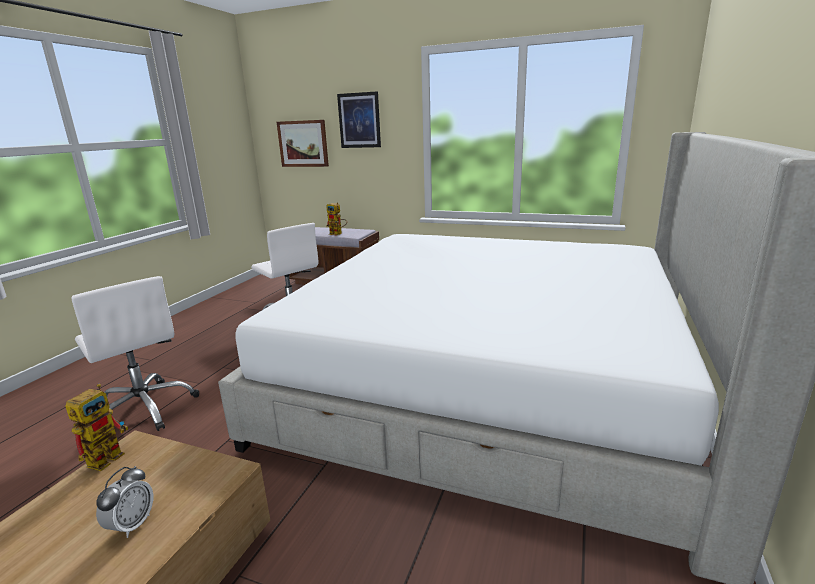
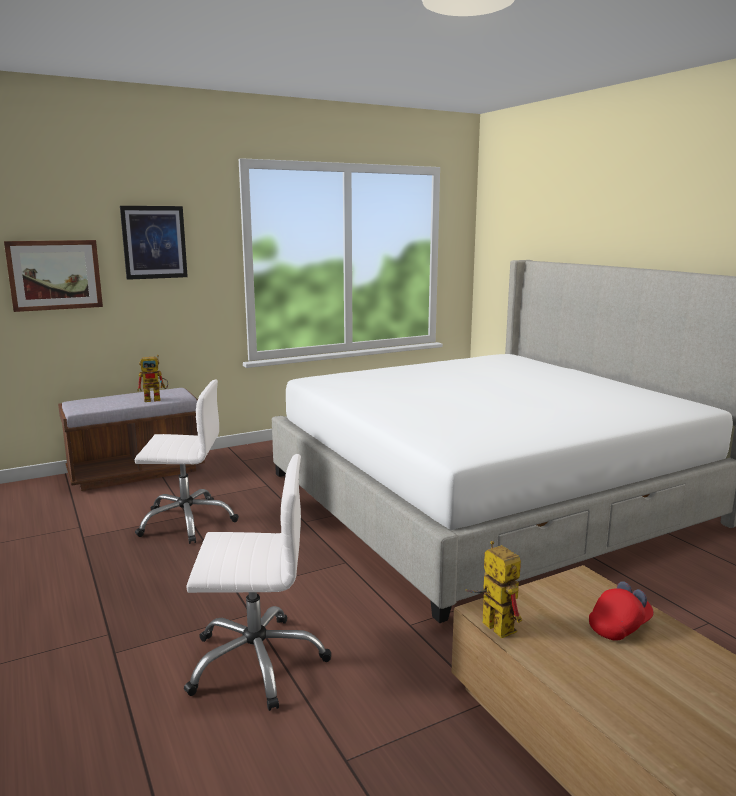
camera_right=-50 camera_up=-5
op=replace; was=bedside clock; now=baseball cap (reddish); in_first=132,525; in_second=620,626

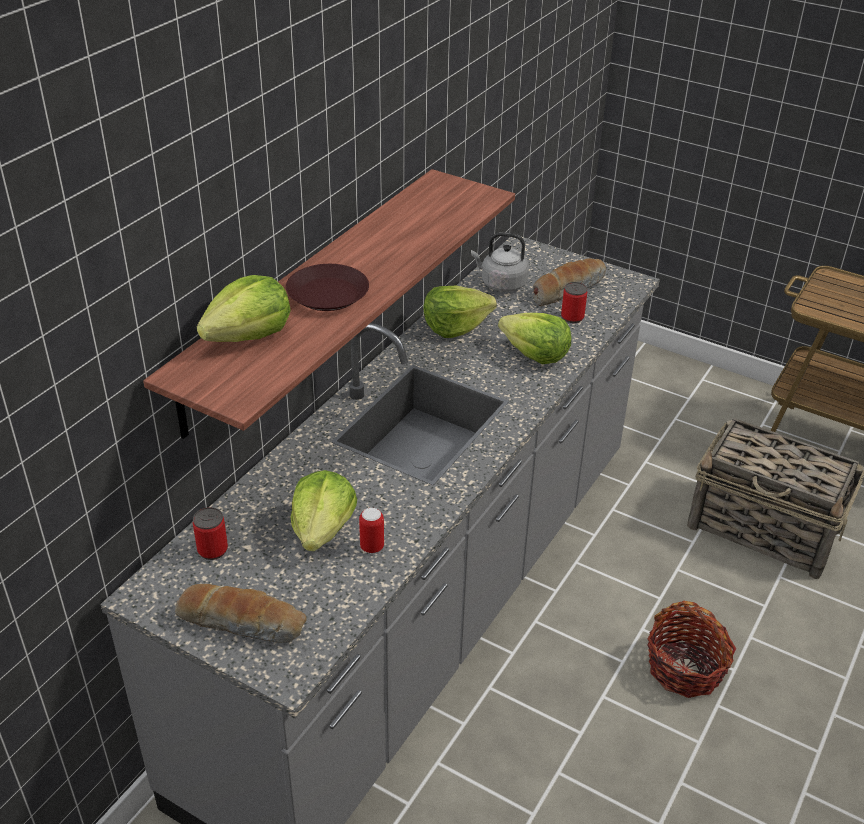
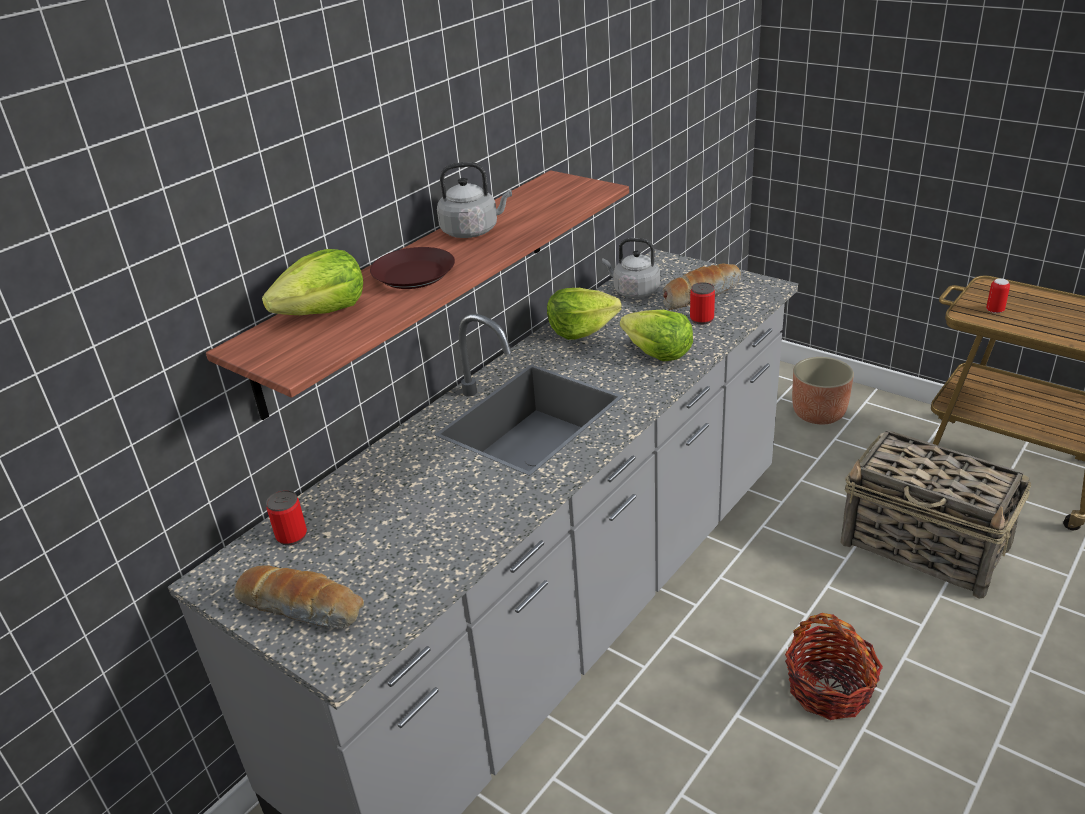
camera_right=10 camera_up=-5
op=delete; was=lettuce head; in_first=323,529
op=move; was=sealed can; in_first=372,547; in_second=995,310
op=insert; now=tea kettle (greyish); in_second=473,231
op=insert; now=plant pot; in_second=819,414

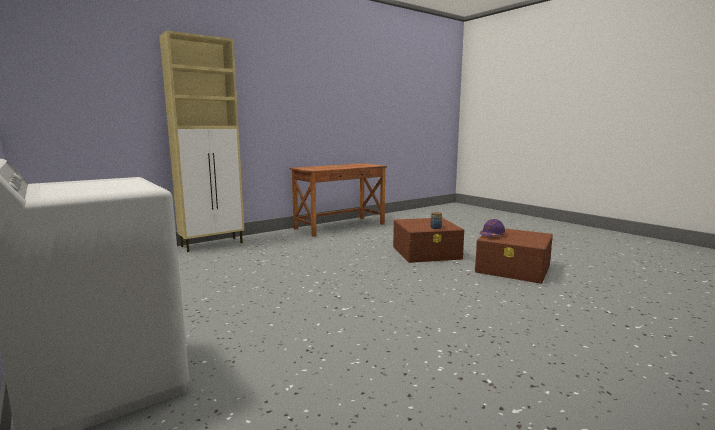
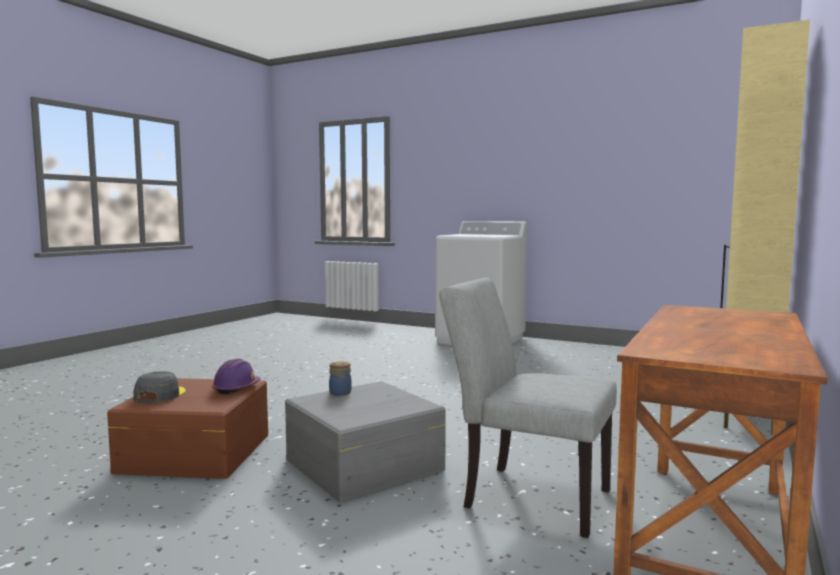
camera_right=155 camera_up=-5
op=recolor; was=storage container (brownish); now=storage container (greyish); in_first=427,252; in_second=362,464
op=insert; now=chair (greyish); in_second=526,496
op=insert; now=baseball cap (greyish); in_second=159,395

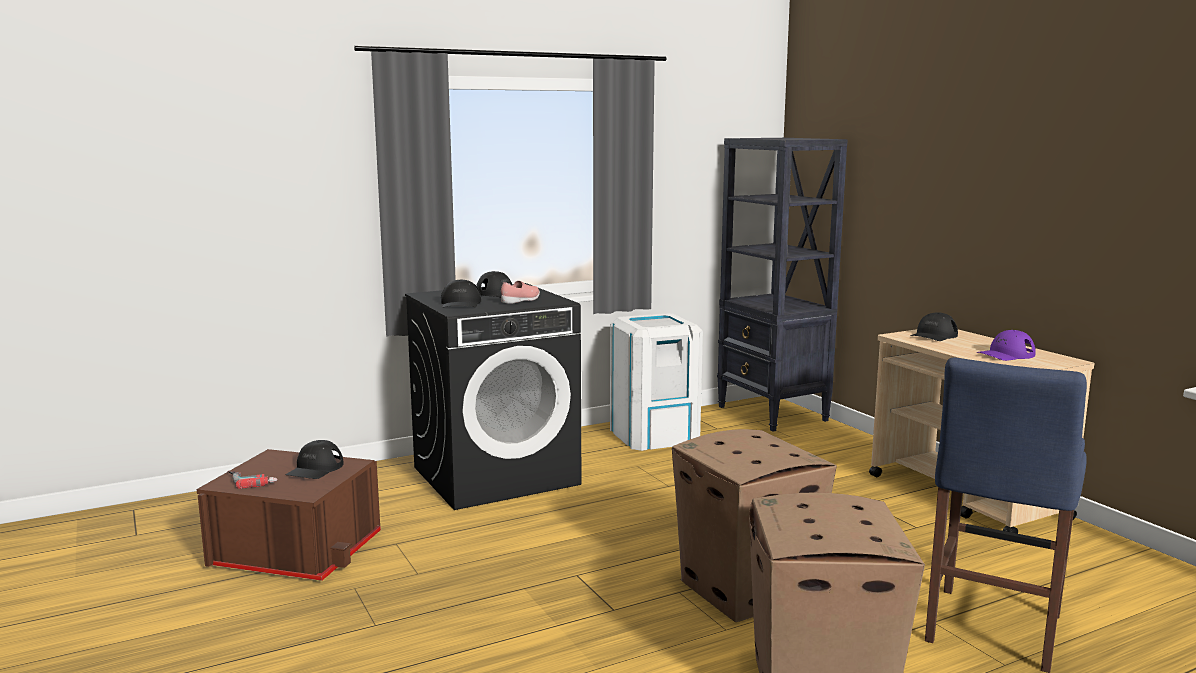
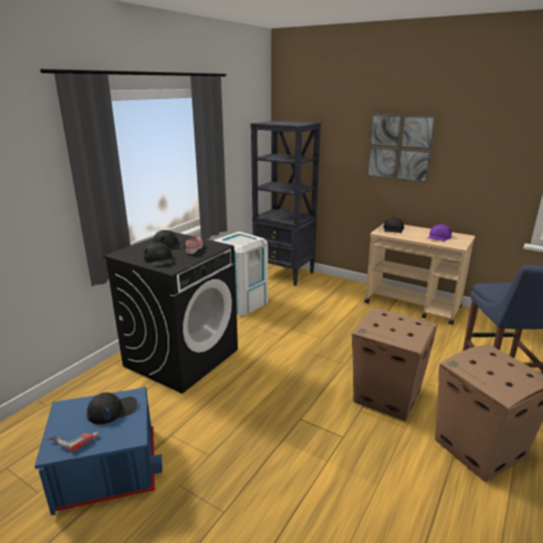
camera_right=-30 camera_up=10
op=rotate; was=baseball cap (black); in_first=315,469; in_second=112,410; clockwise=-105
op=recolor; was=storage container (brownish); now=storage container (blue-coloured); in_first=297,551; in_second=107,468
op=insert; now=wall art; in_second=400,147

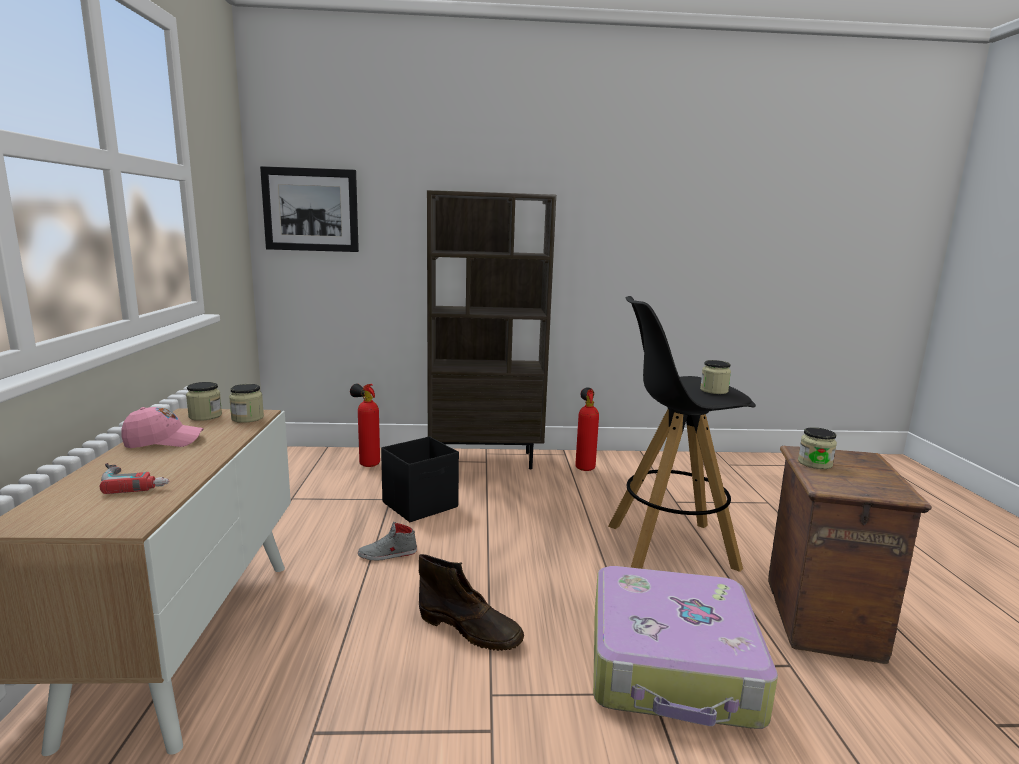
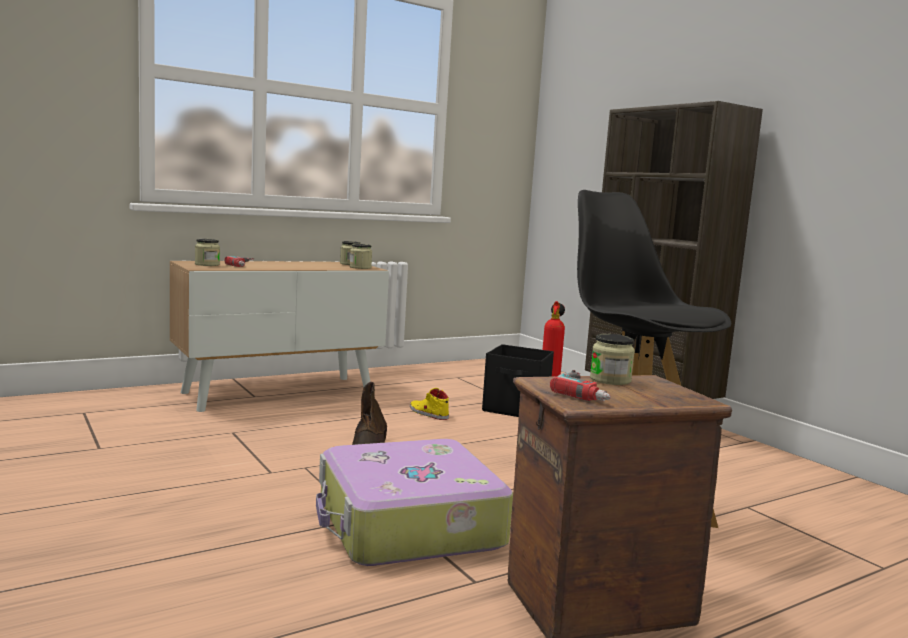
camera_right=60 camera_up=-5
op=delete; was=wall art; in_first=310,210
op=move; was=jar; in_first=714,390; in_second=207,264
op=delete; was=extinguisher; in_first=584,467
op=delete; was=baseball cap (pinkish); in_first=164,441
op=recolor; was=item of footwear (greyish); now=item of footwear (yellow-coloured); in_first=388,554; in_second=428,413
op=insert; now=power drill; in_second=588,391

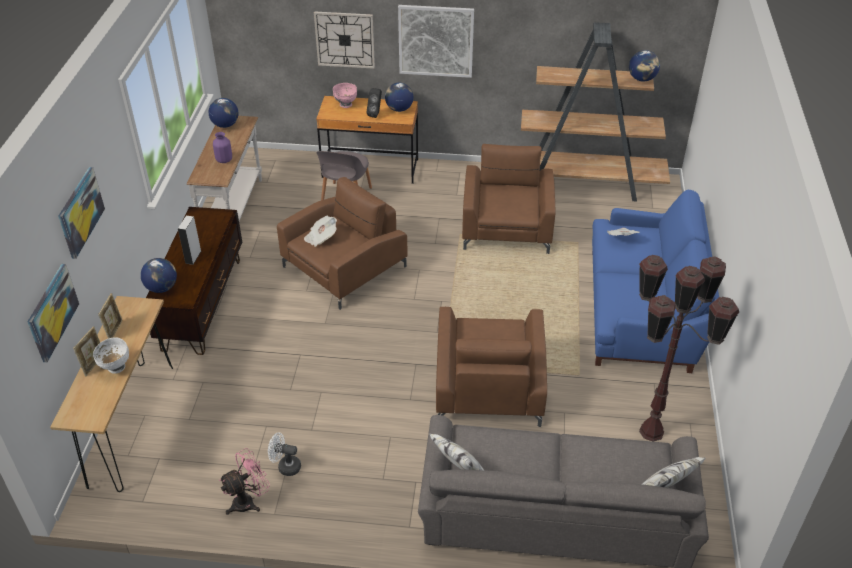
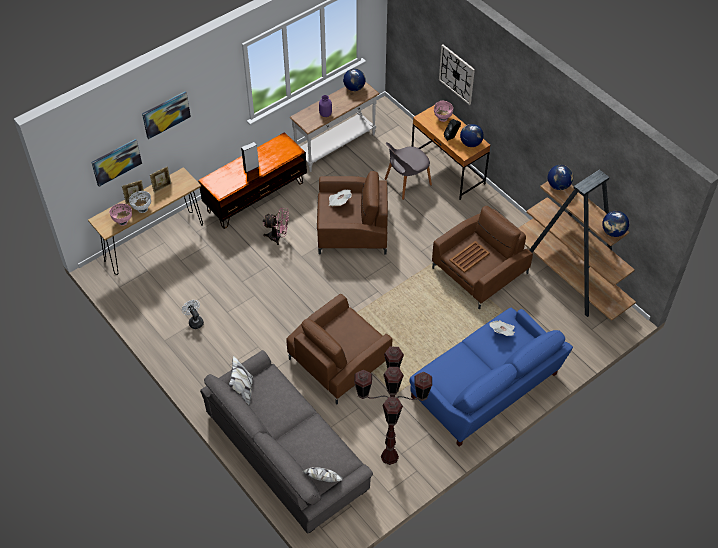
camera_right=45 camera_up=10
op=delete; was=wall art; in_first=436,41
op=move; was=globe; in_first=162,288; in_second=558,185
op=move; was=fan (pinkish); in_first=248,501; in_second=278,237
op=insert; now=deep dish (pinkish); in_second=123,221
op=insert; now=serving tray (brownish); in_second=469,257

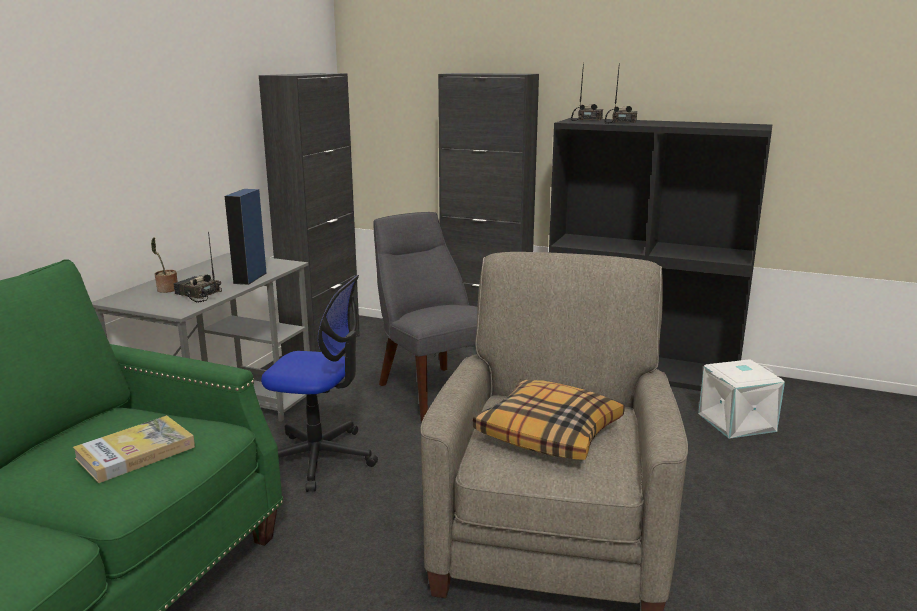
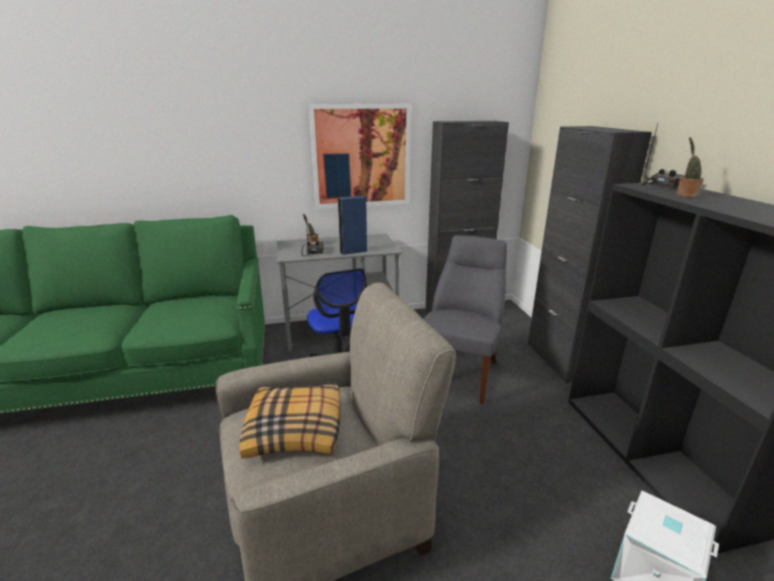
camera_right=55 camera_up=5
op=replace; was=radio set; now=potted plant; in_first=621,122; in_second=685,195
op=delete; was=bound book; in_first=136,452
op=insert; now=wall art; in_second=361,156

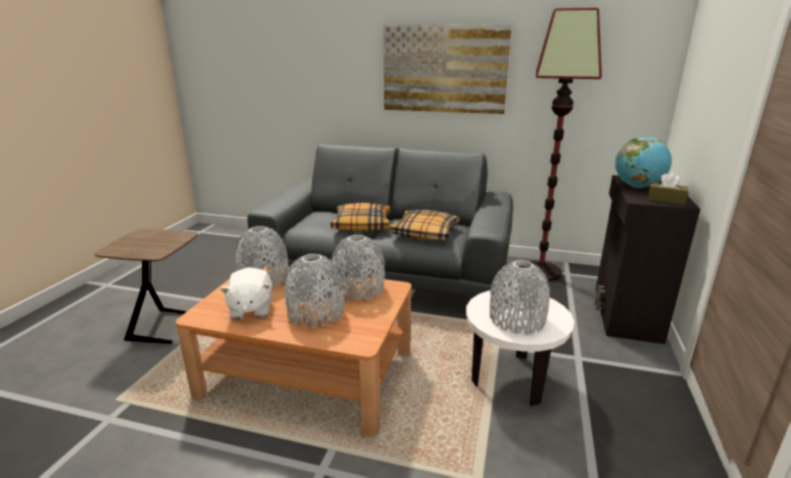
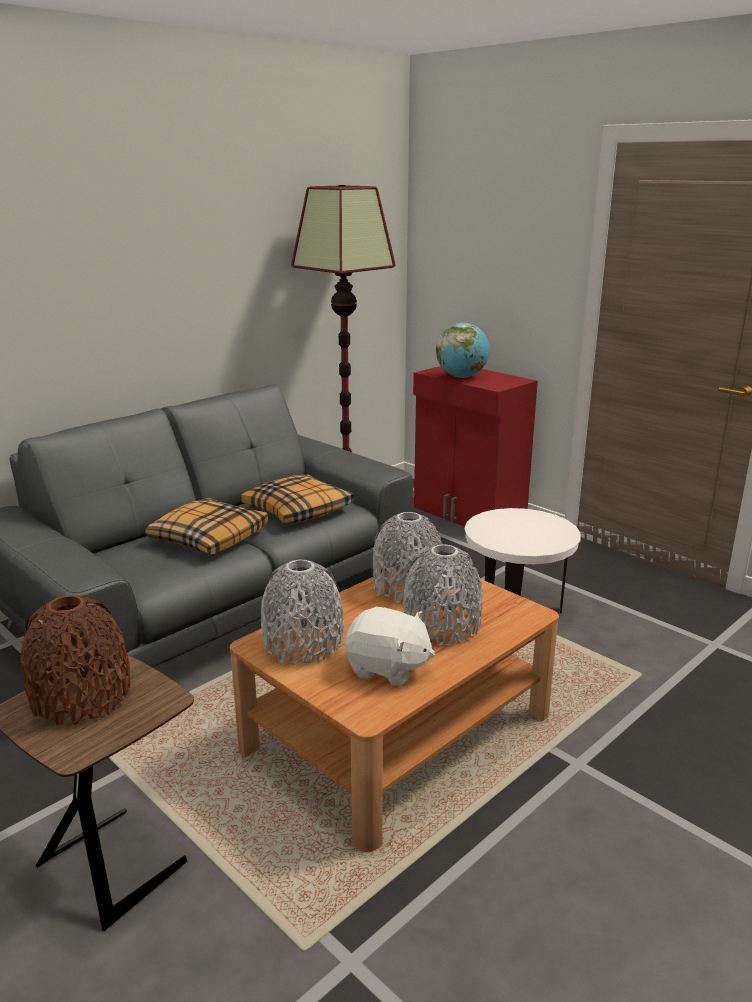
camera_right=-60 camera_up=0
op=delete; was=wall art; in_first=444,69
op=delete; was=box of tissues (brownish); in_first=666,200
op=recolor; was=storage cabinet (black); now=storage cabinet (reddish); in_first=625,314; in_second=468,514
op=delete; was=vase (greyish); in_first=517,319
op=insert; now=vase (brownish); in_second=81,696

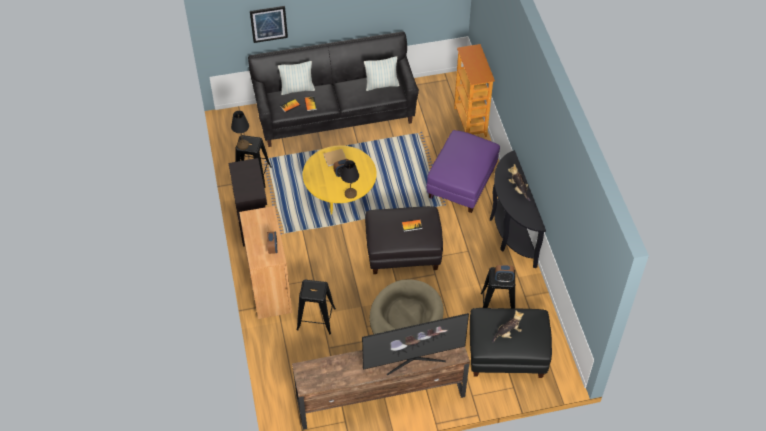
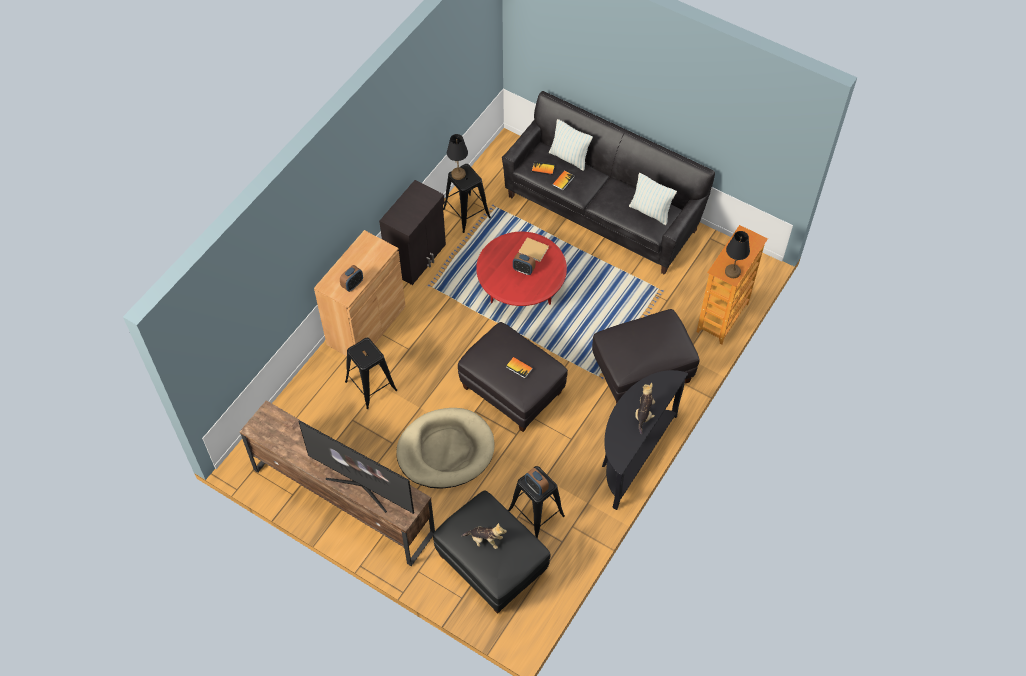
camera_right=45 camera_up=5
op=delete; was=wall art; in_first=268,23
op=recolor; was=ottoman (purple); now=ottoman (black); in_first=461,183; in_second=642,370
op=recolor; was=lounge table (yellow-coloured); now=lounge table (reddish); in_first=340,193; in_second=521,290
op=move; was=table lamp (black); in_first=350,193; in_second=732,271

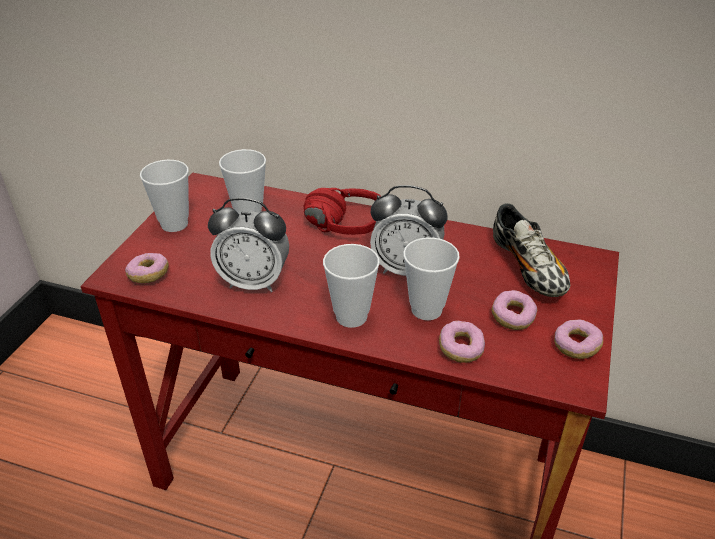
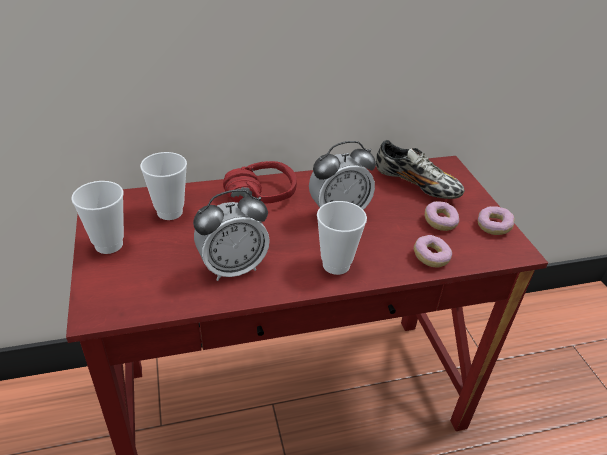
camera_right=-35 camera_up=0
op=delete; was=drinking cup; in_first=426,309
op=delete; was=doughnut; in_first=149,275

